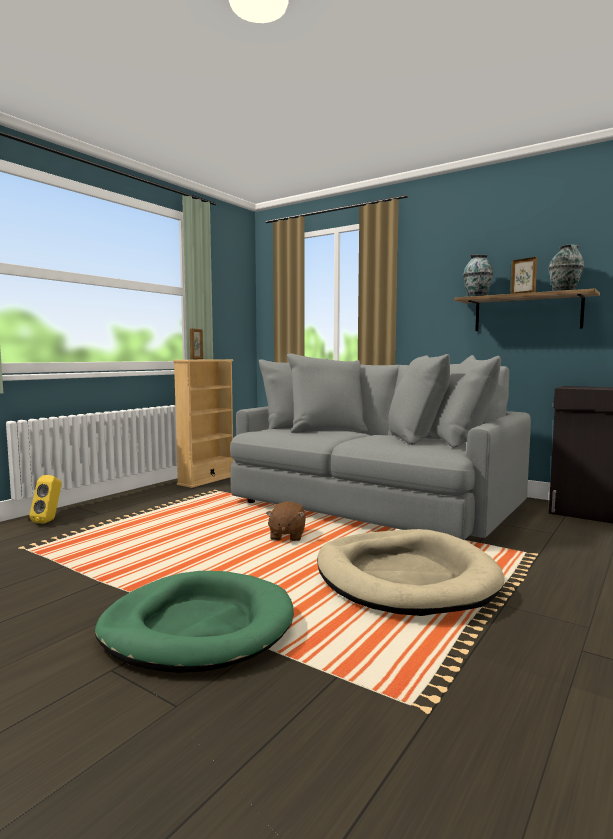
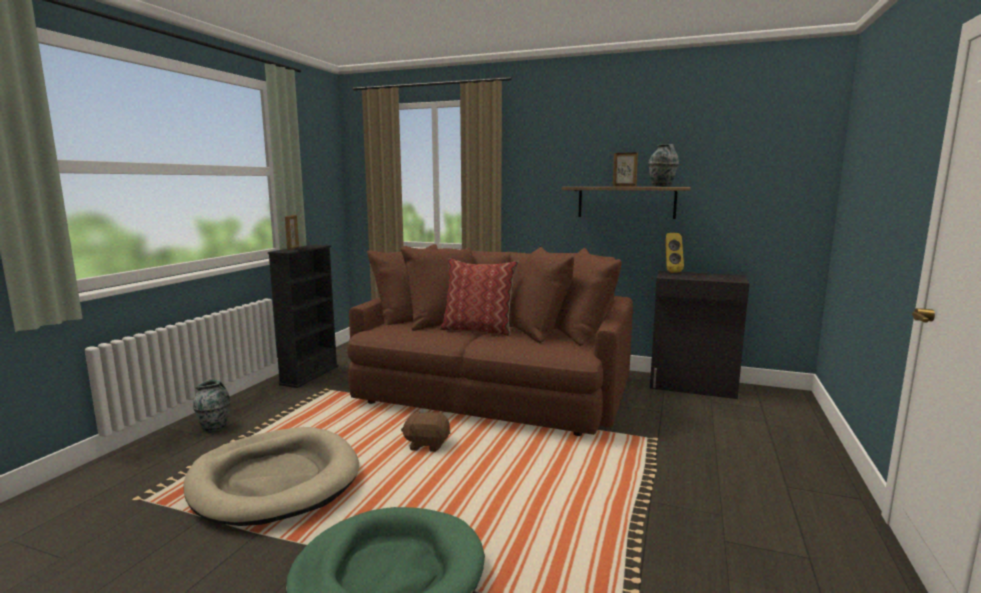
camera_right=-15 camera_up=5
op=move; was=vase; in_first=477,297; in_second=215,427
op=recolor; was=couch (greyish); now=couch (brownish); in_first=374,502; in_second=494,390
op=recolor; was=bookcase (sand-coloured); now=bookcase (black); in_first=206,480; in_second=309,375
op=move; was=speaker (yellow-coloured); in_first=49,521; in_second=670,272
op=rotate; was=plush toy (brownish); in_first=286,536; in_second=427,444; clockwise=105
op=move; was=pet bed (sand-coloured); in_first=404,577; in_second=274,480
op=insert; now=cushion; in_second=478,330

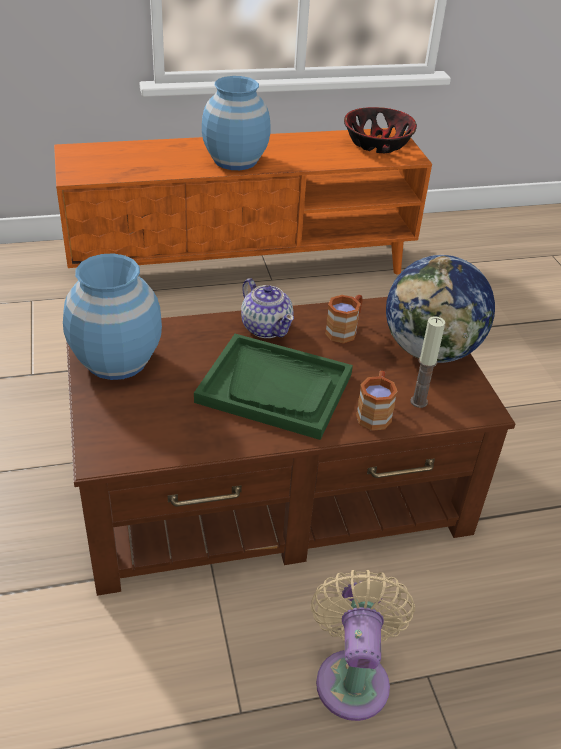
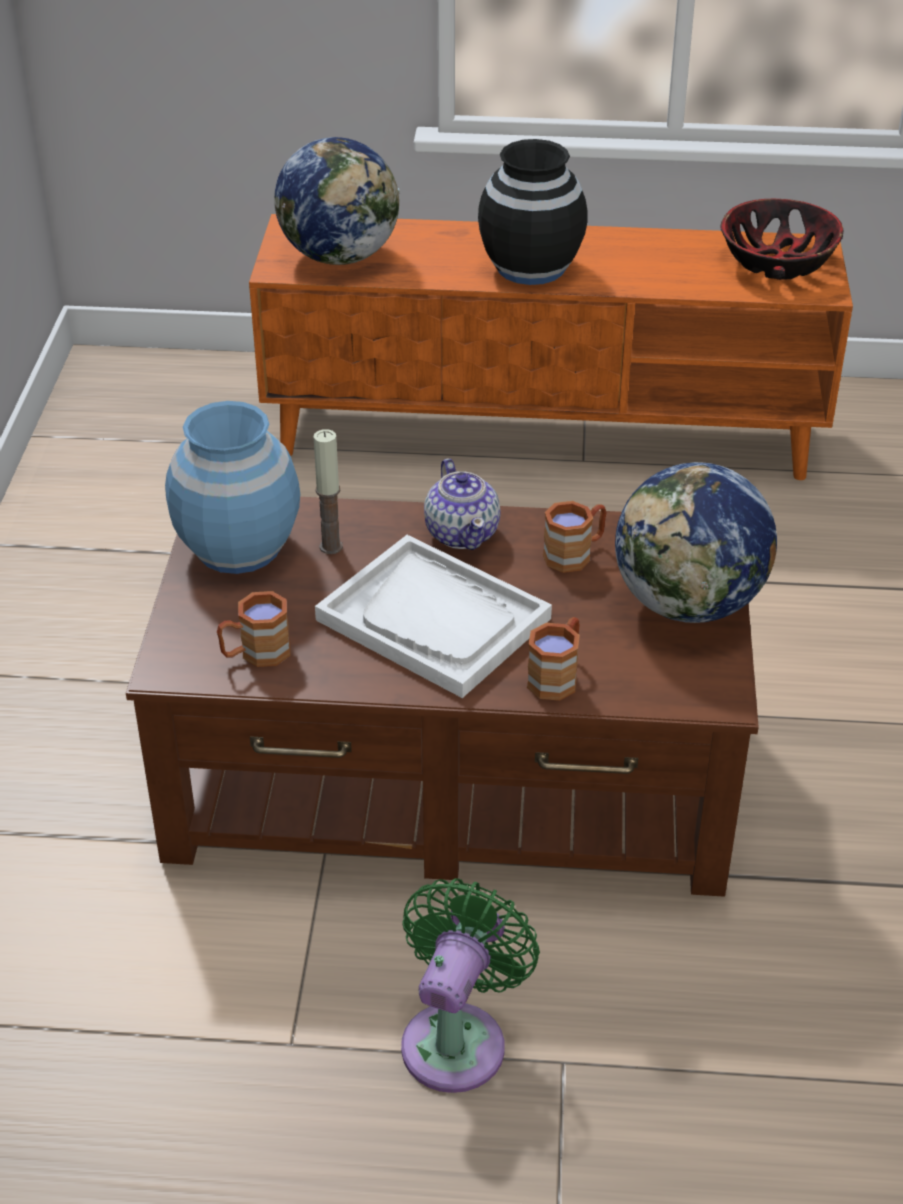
camera_right=20 camera_up=0
op=recolor; was=vase (blue-coloured); now=vase (black); in_first=235,160; in_second=530,267
op=move; was=wax candle; in_first=419,401; in_second=331,547
op=recolor; was=serving tray (green-coloured); now=serving tray (white-coloured); in_first=275,388; in_second=434,619
op=recolor; was=fan (sand-coloured); now=fan (green-coloured); in_first=353,676; in_second=458,1037
op=insert; now=globe; in_second=340,256
op=insert; now=mug (brownish); in_second=255,654

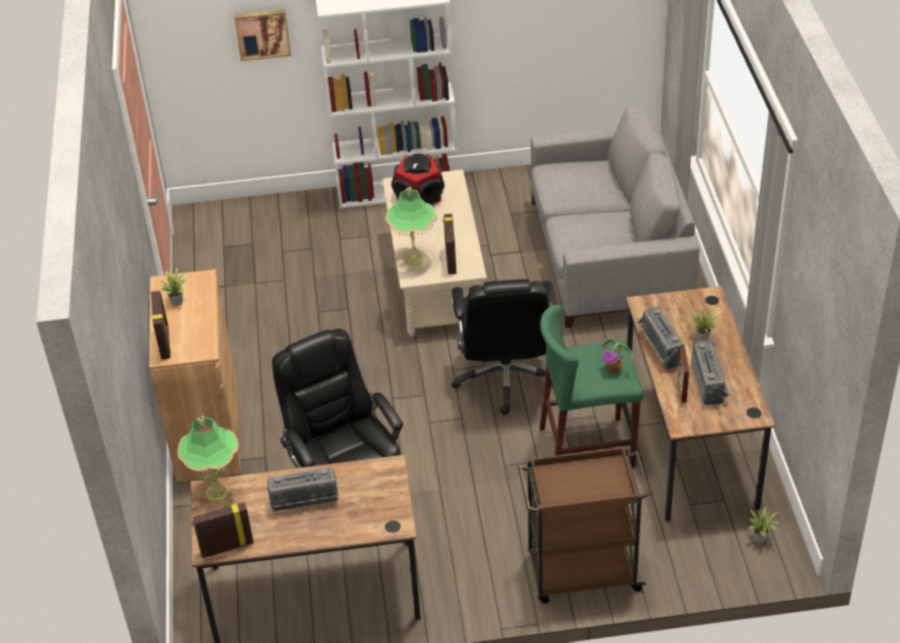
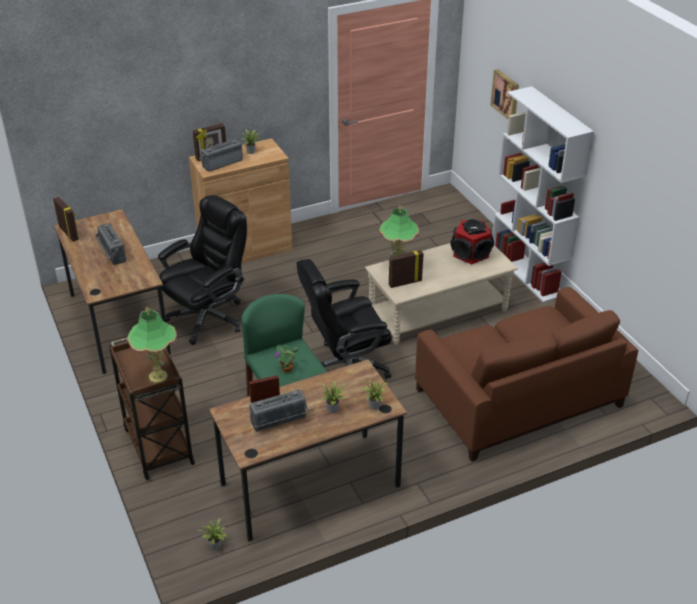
camera_right=70 camera_up=-5
op=recolor; was=couch (greyish); now=couch (brownish); in_first=607,255; in_second=517,397
op=move; was=radio set; in_first=658,349; in_second=221,163
op=move; was=table lamp; in_first=217,493; in_second=158,376
op=insert; now=potted plant; in_second=374,407

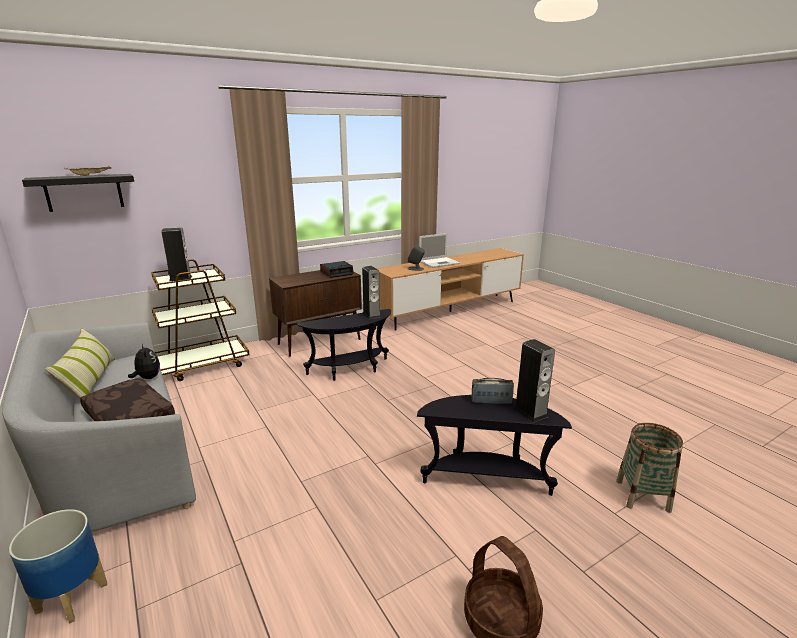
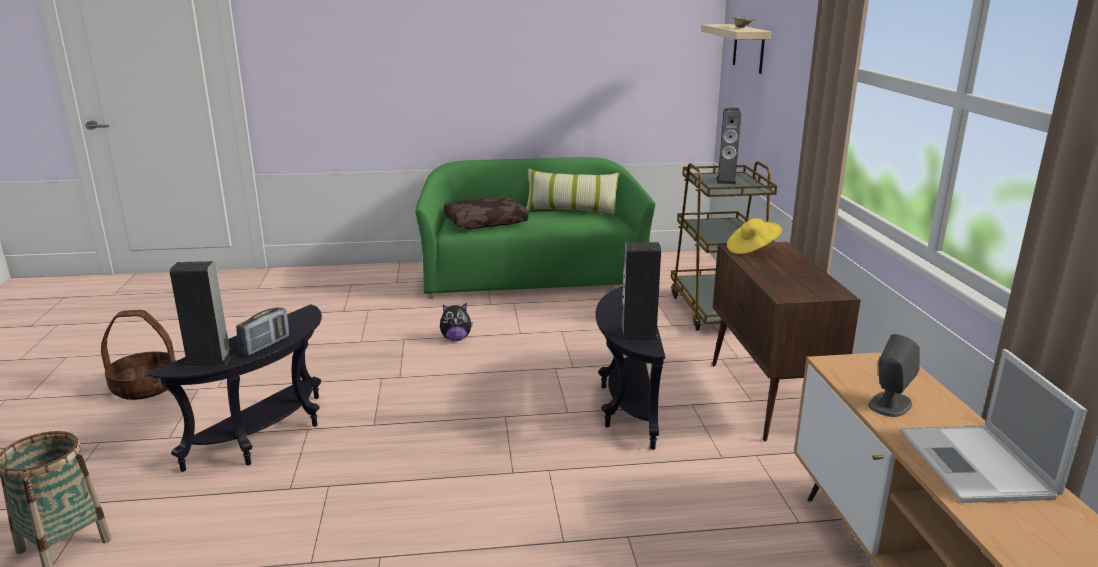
camera_right=115 camera_up=0
op=recolor; was=shelf (black); now=shelf (sand-coloured); in_first=84,192; in_second=748,48
op=delete; was=bedside clock; in_first=337,273
op=recolor; was=couch (greyish); now=couch (green-coloured); in_first=118,457; in_second=532,276
op=move; was=plush toy; in_first=147,378; in_second=456,339
op=delete; was=plant pot; in_first=71,597
op=insert; now=clothing hat (yellow-coloured); in_second=752,249

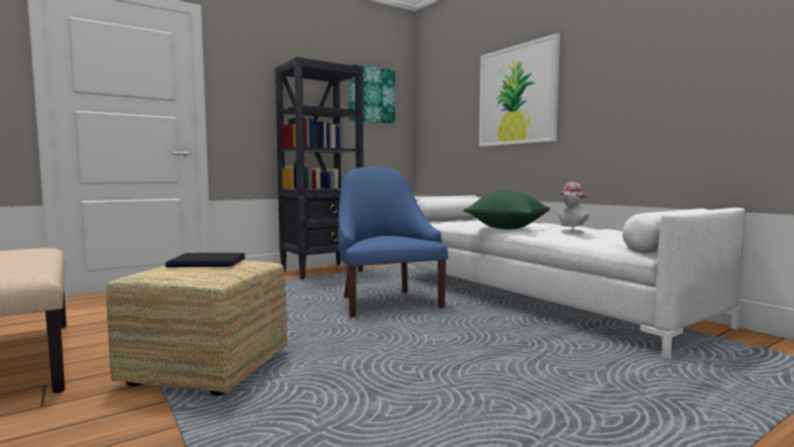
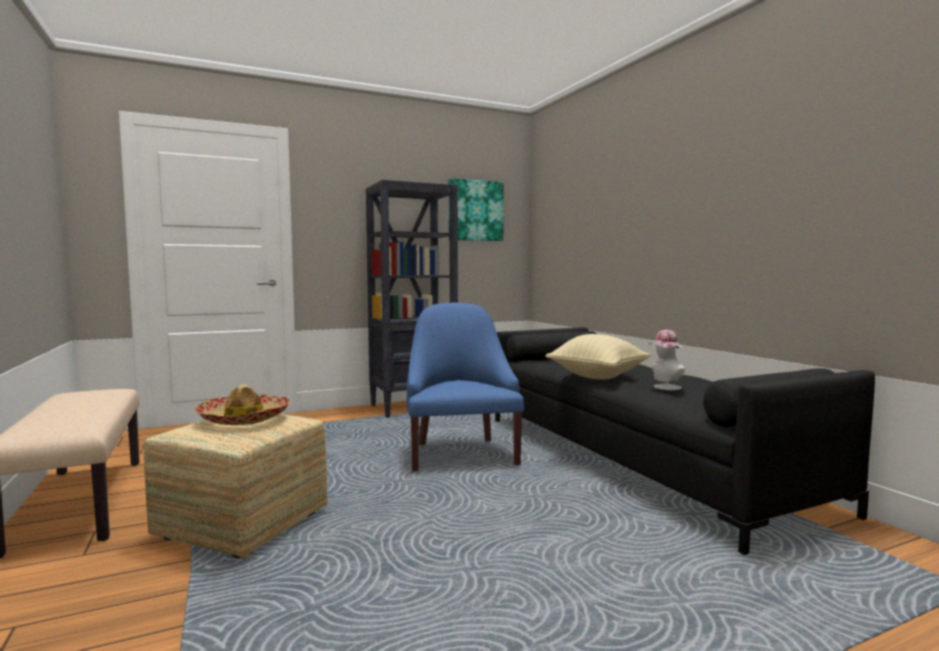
camera_right=10 camera_up=0
op=delete; was=wall art; in_first=517,95
op=recolor; was=cushion (green-coloured); now=cushion (sand-coloured); in_first=507,228; in_second=597,377
op=recolor; was=couch (white-coloured); now=couch (black); in_first=537,298; in_second=635,458
op=replace; was=laptop; now=clothing hat; in_first=206,262; in_second=244,419

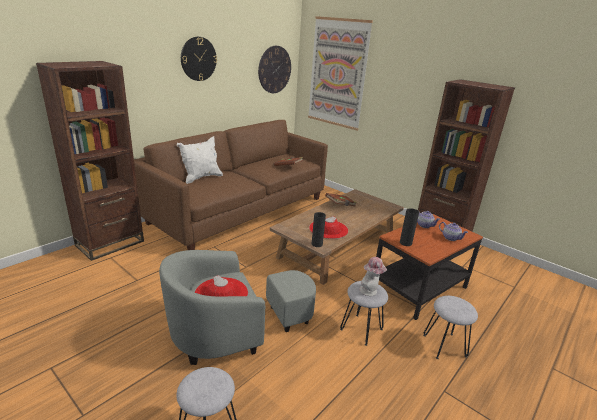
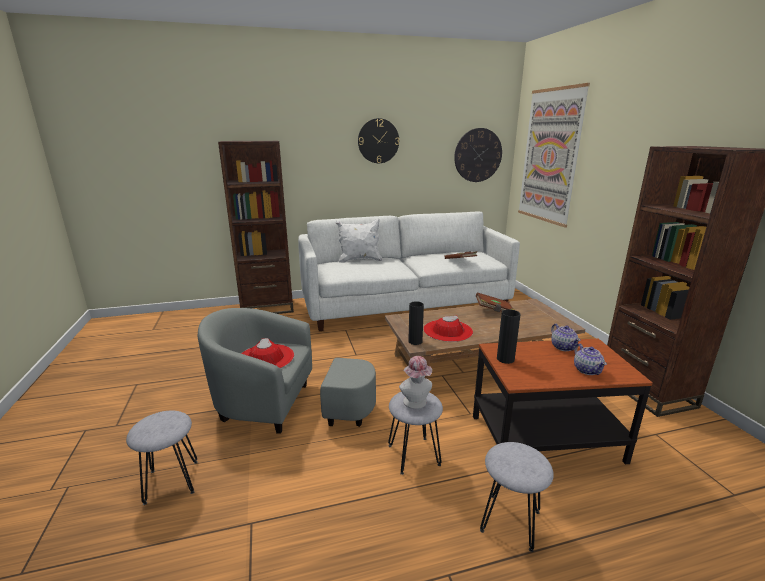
camera_right=35 camera_up=-5
op=recolor; was=couch (brownish); now=couch (white-coloured); in_first=240,210; in_second=405,304

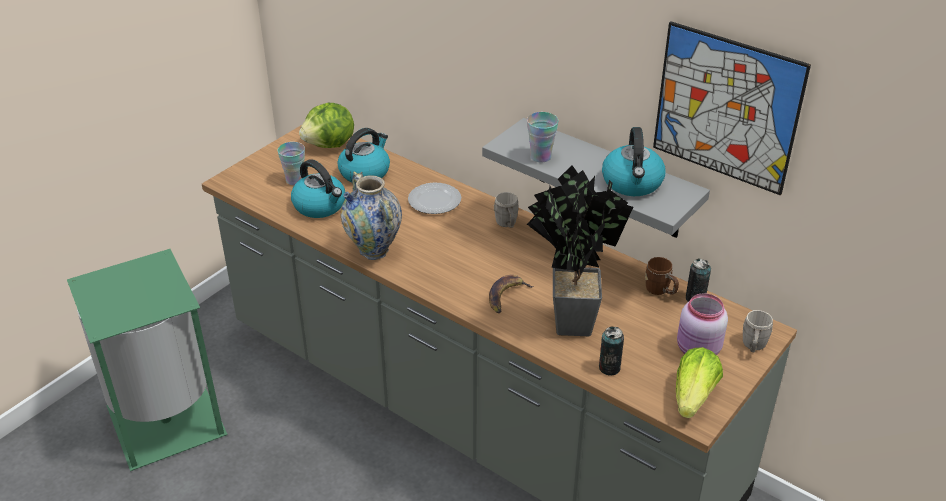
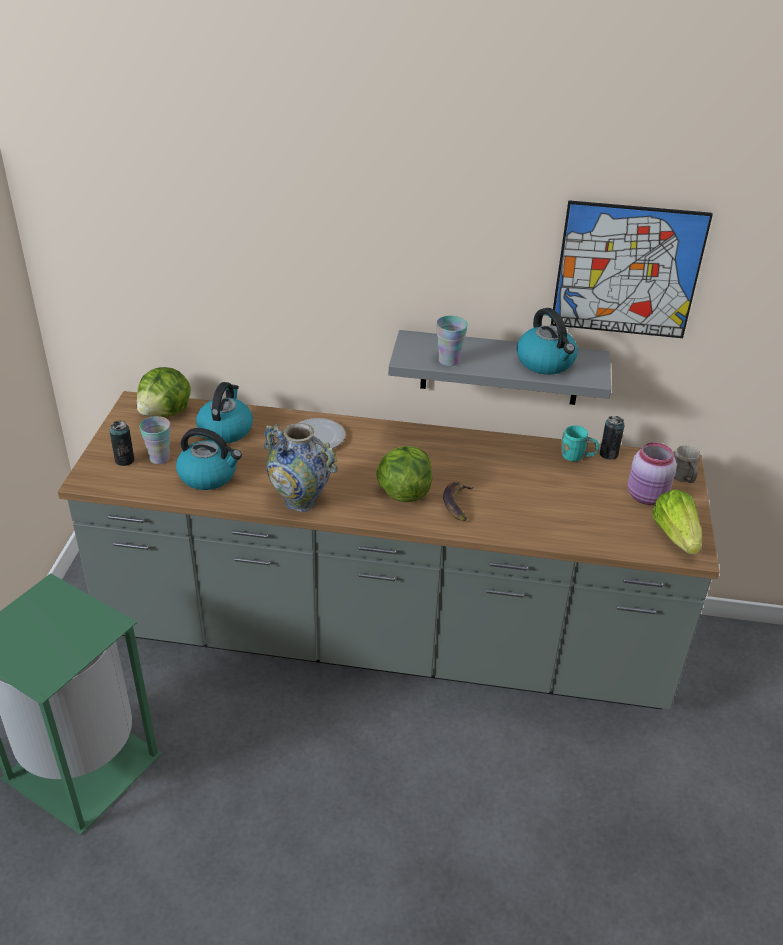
camera_right=-30 camera_up=0
op=delete; was=potted plant; in_first=566,321
op=delete; was=mug (greyish); in_first=507,224
op=recolor; was=mug (brownish); now=mug (turquoise-coloured); in_first=660,291; in_second=577,457
op=move; was=sealed can; in_first=609,368; in_second=124,460
op=insert; now=lettuce head; in_second=404,492

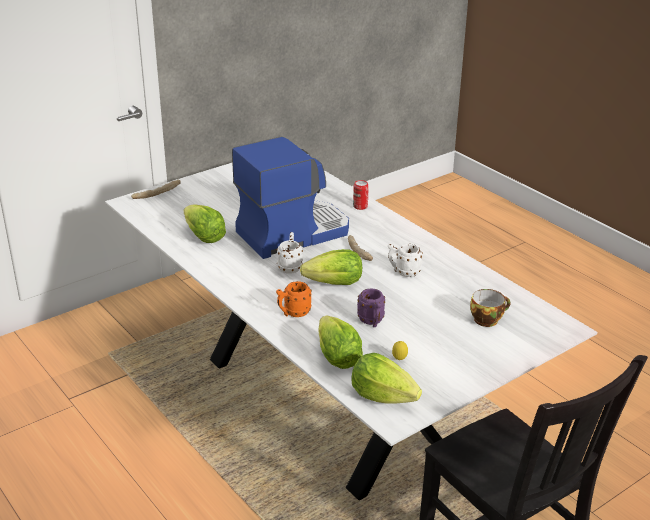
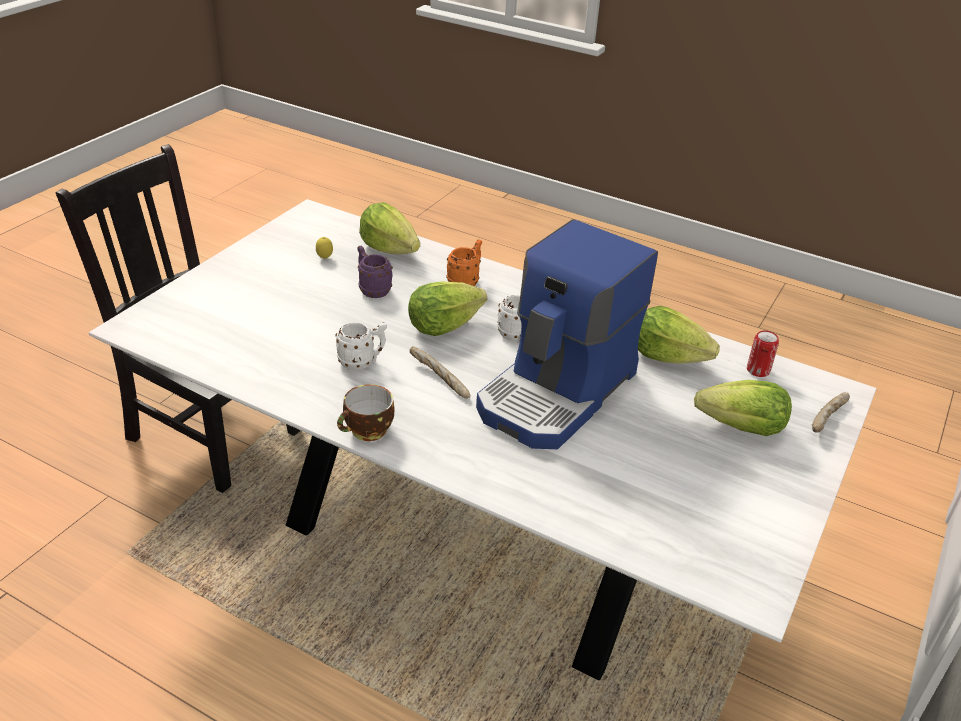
camera_right=155 camera_up=5
op=move; was=sealed can; in_first=360,206; in_second=758,370
op=move; was=drinking cup; in_first=487,319; in_second=367,431
op=move; was=lettuce head; in_first=382,396; in_second=742,428

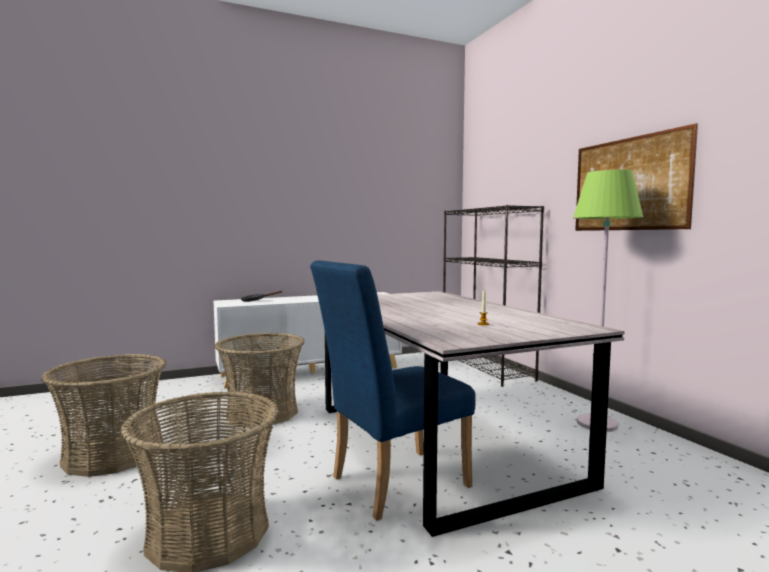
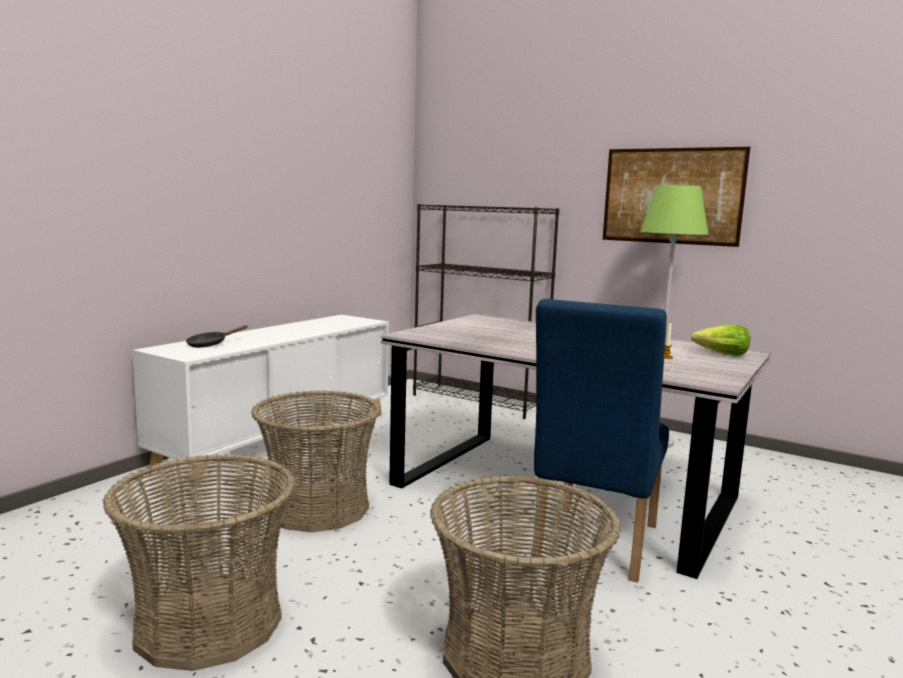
camera_right=-35 camera_up=5
op=insert; now=lettuce head; in_second=721,354

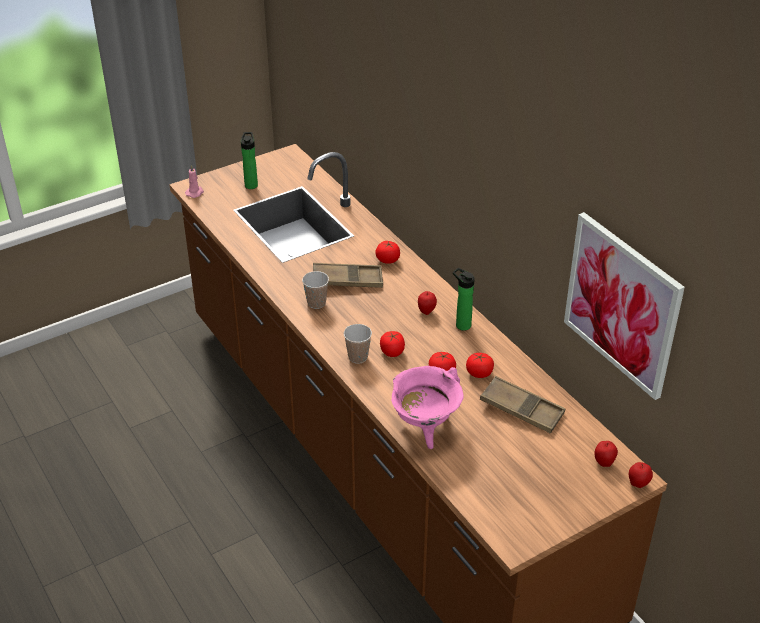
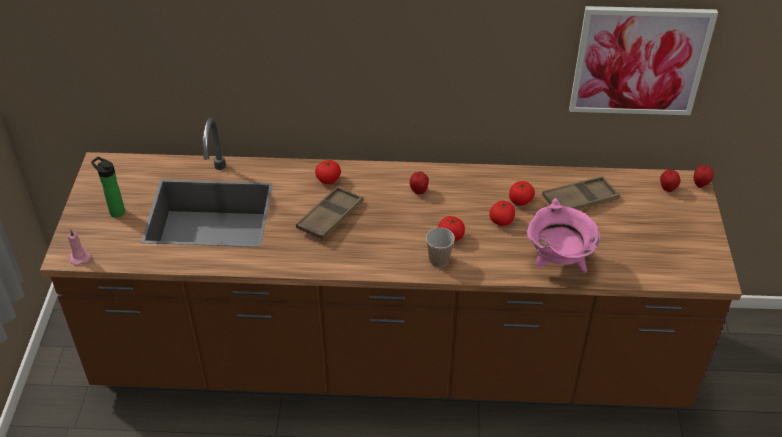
camera_right=-55 camera_up=5
op=delete; was=beverage bottle; in_first=461,324
op=delete; was=drinking cup; in_first=316,303

